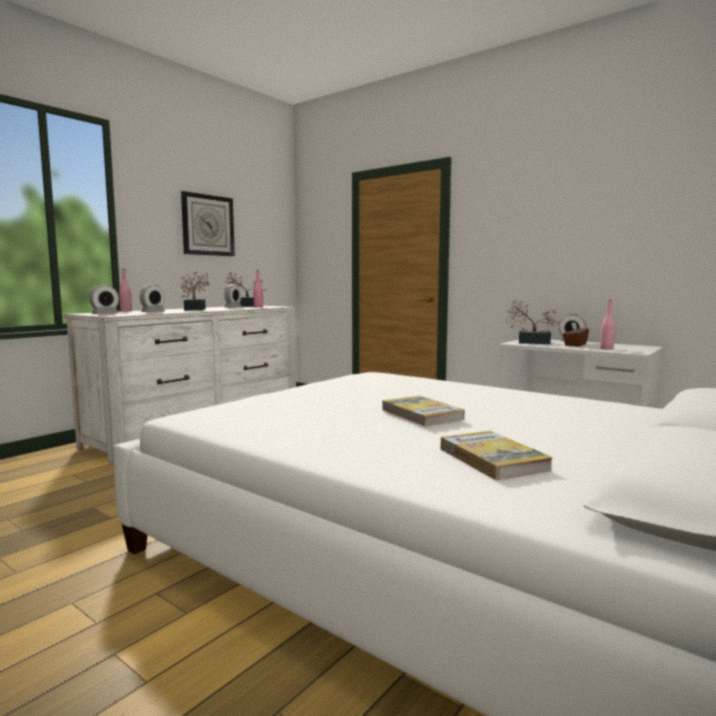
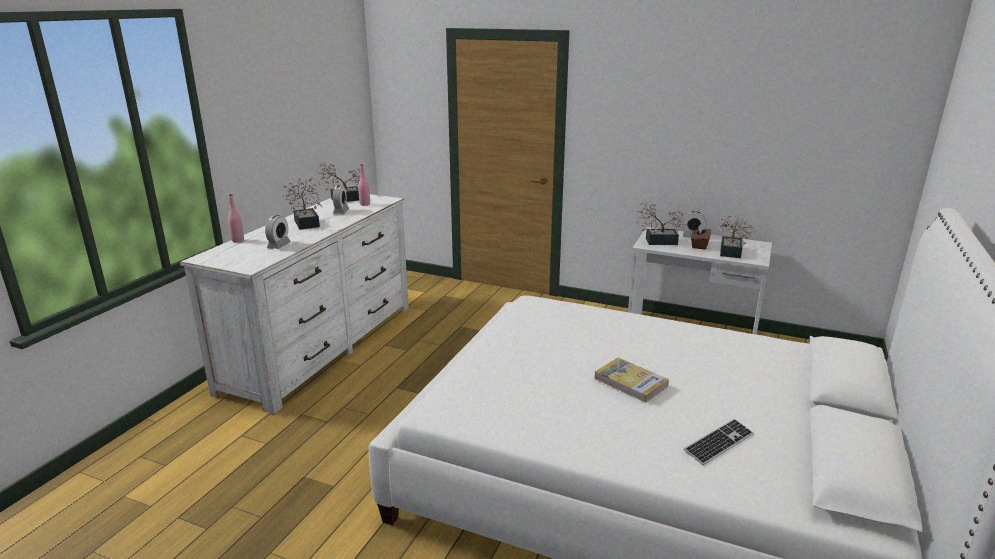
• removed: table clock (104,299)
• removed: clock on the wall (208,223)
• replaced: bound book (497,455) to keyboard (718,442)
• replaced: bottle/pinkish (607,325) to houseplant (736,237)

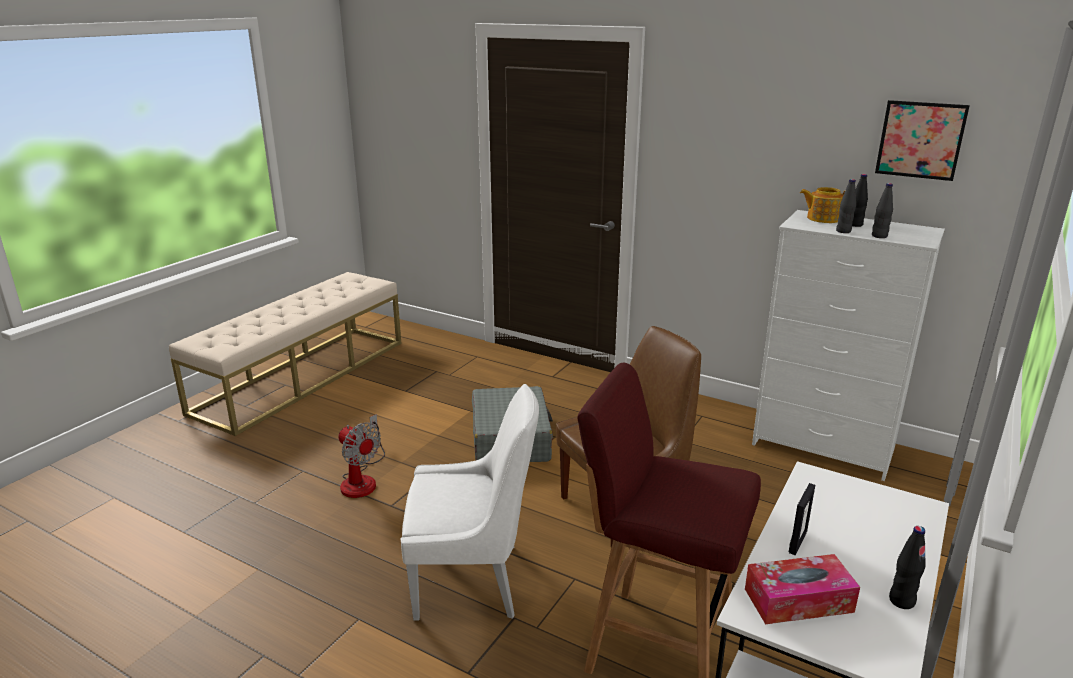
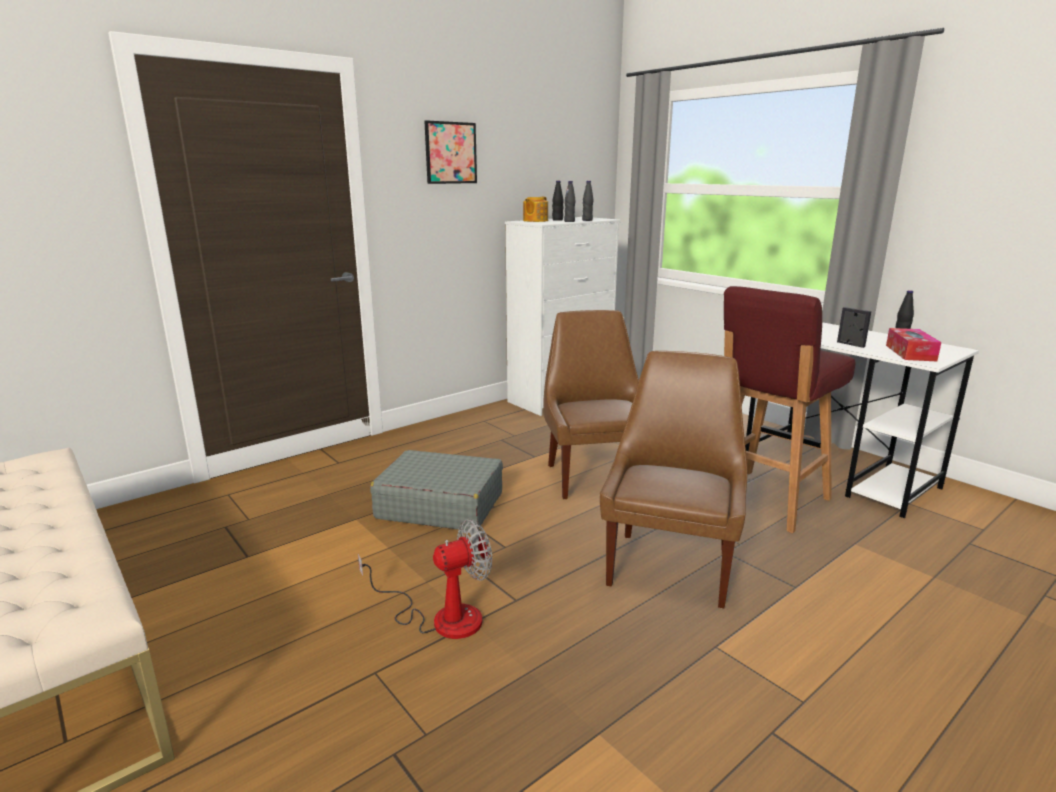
• recoloured: plain chair/white (470,502) to plain chair/brown-coloured (673,479)
• moved: wall picture (922,140) to (450,152)

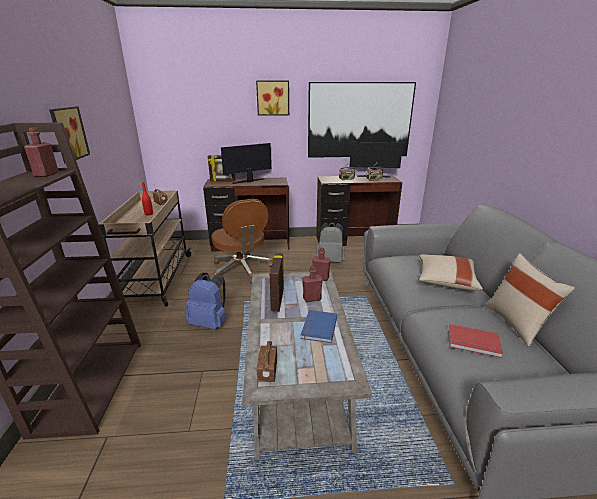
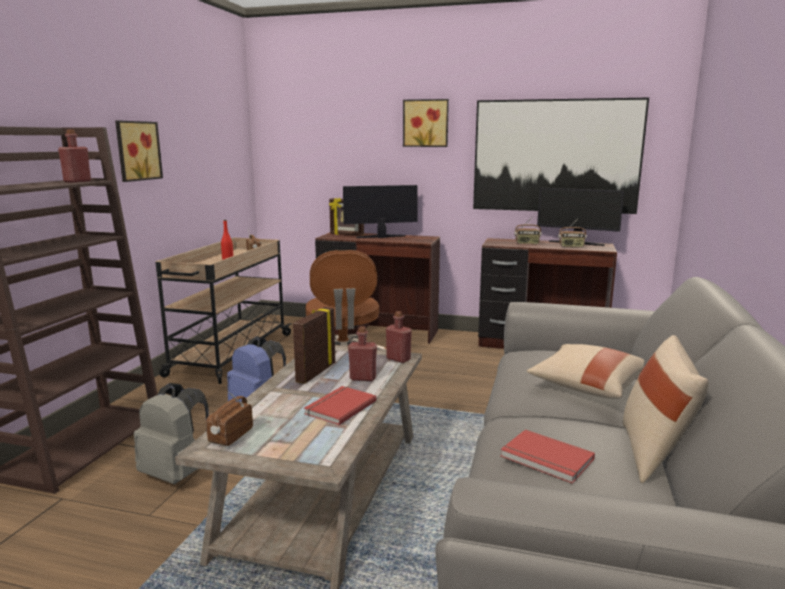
• recoloured: bound book/bluish (319,326) to bound book/red (340,405)
• moved: knapsack/gray (330,242) to (171,433)

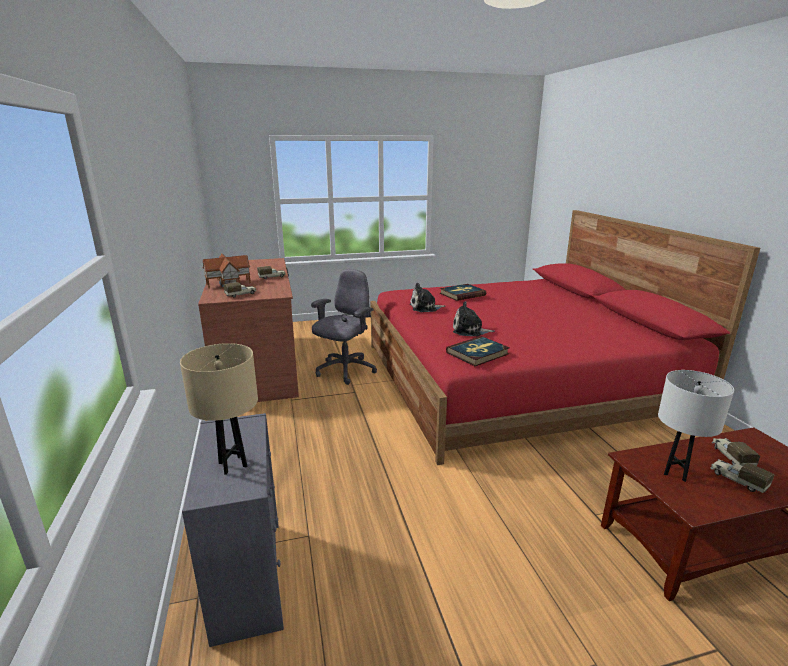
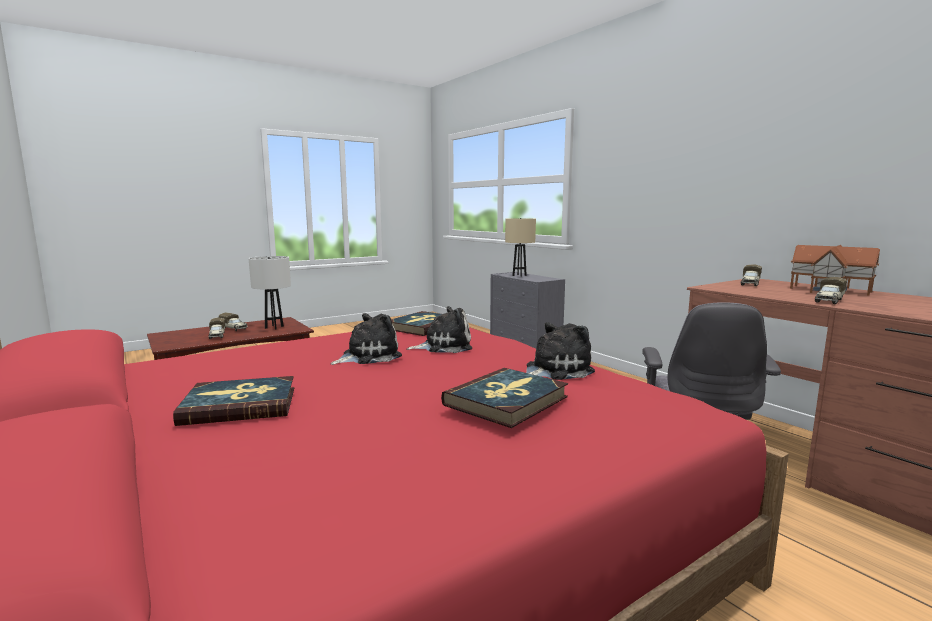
• added: bound book (233,401)
• added: cuddly toy (366,339)

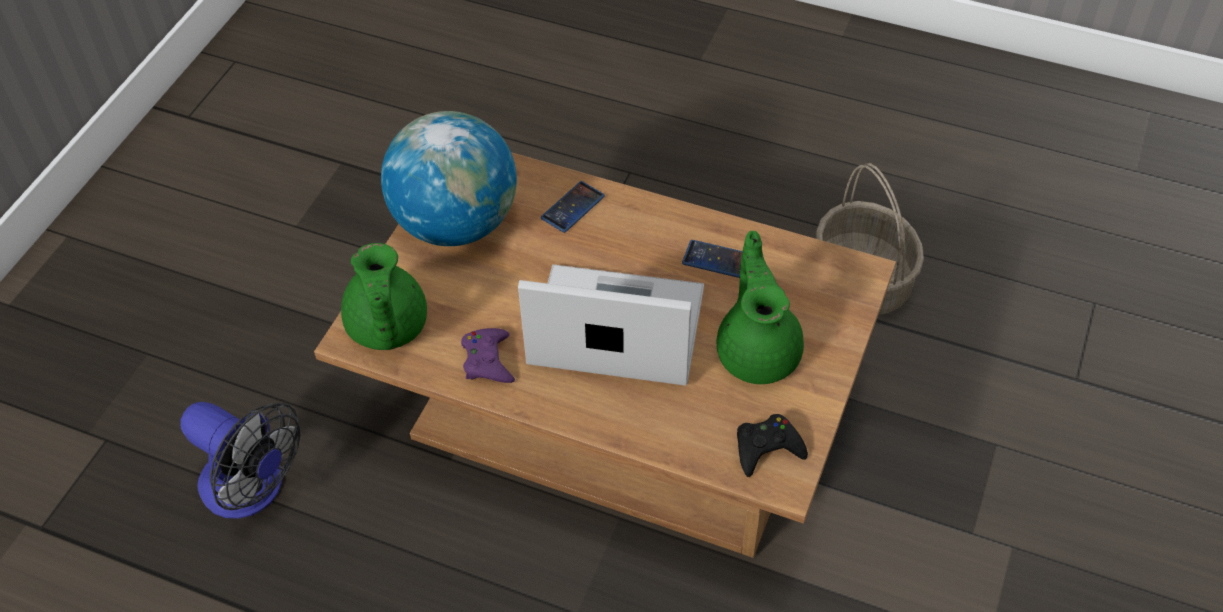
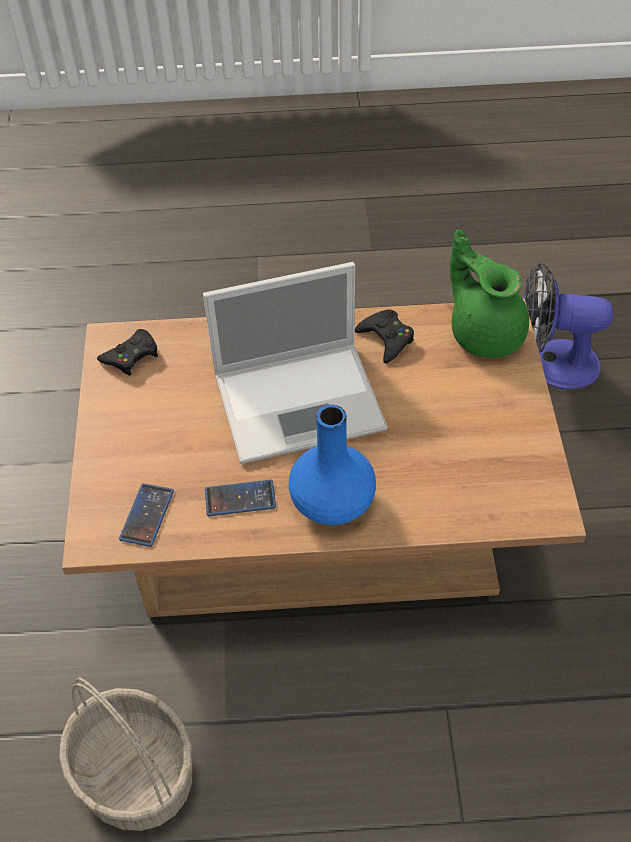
• removed: desk globe (449,178)
• recoloured: joypad/purple-coloured (488,355) to joypad/black-coloured (384,336)
• moved: handset (573,207) to (146,515)
• removed: tea pot/green-coloured (760,307)
• added: vase/bluish (332,465)

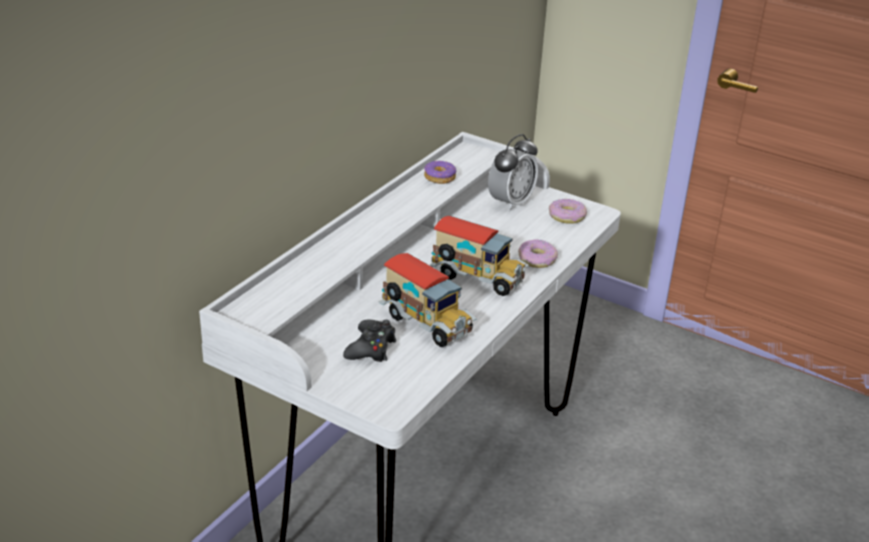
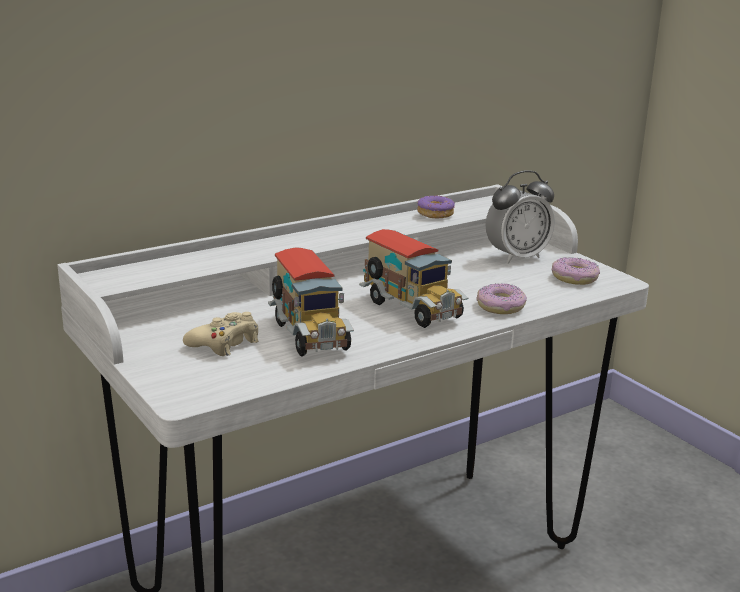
• recoloured: joypad/black-coloured (369,341) to joypad/sand-coloured (220,334)

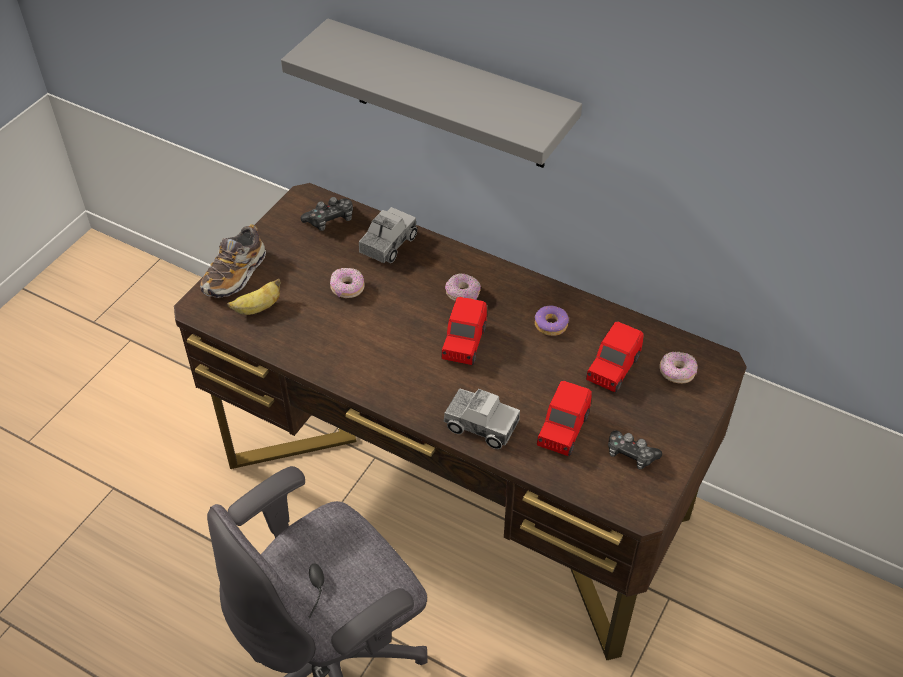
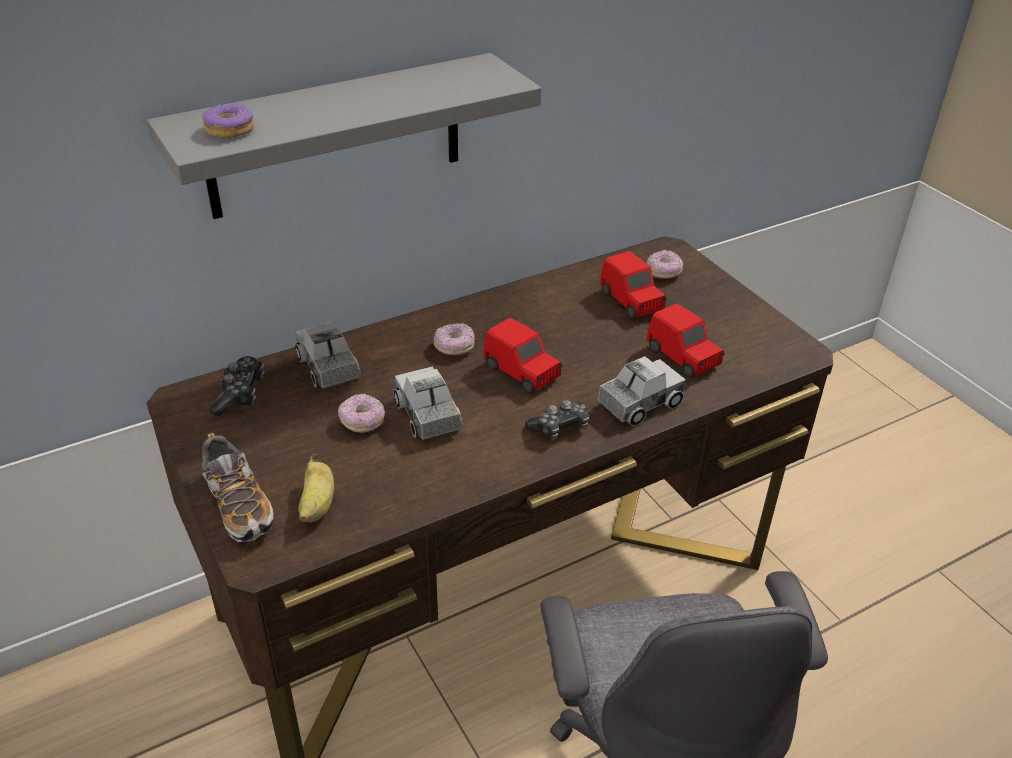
• moved: ring doughnut (552,321) to (228,121)
• moved: joypad (635,450) to (557,420)
• added: model truck (427,403)

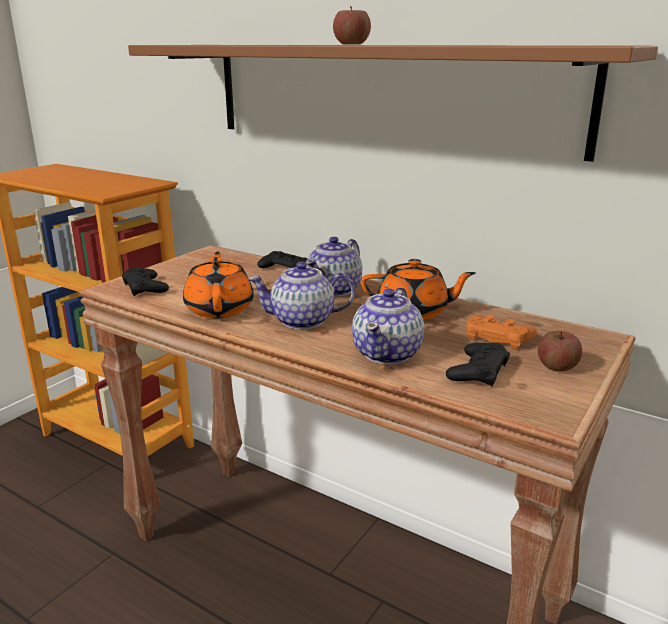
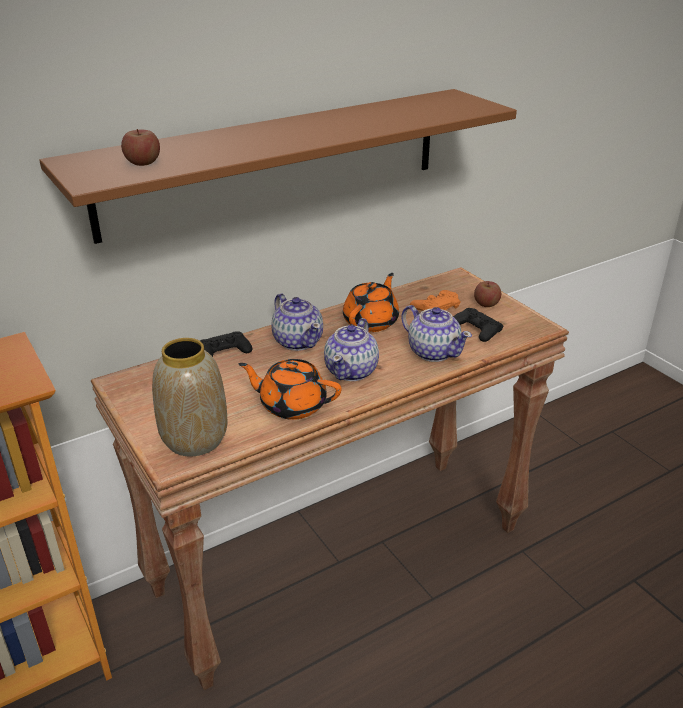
• replaced: joypad/black-coloured (145,282) to vase (189,397)
• moved: apple fruit (352,25) to (140,147)

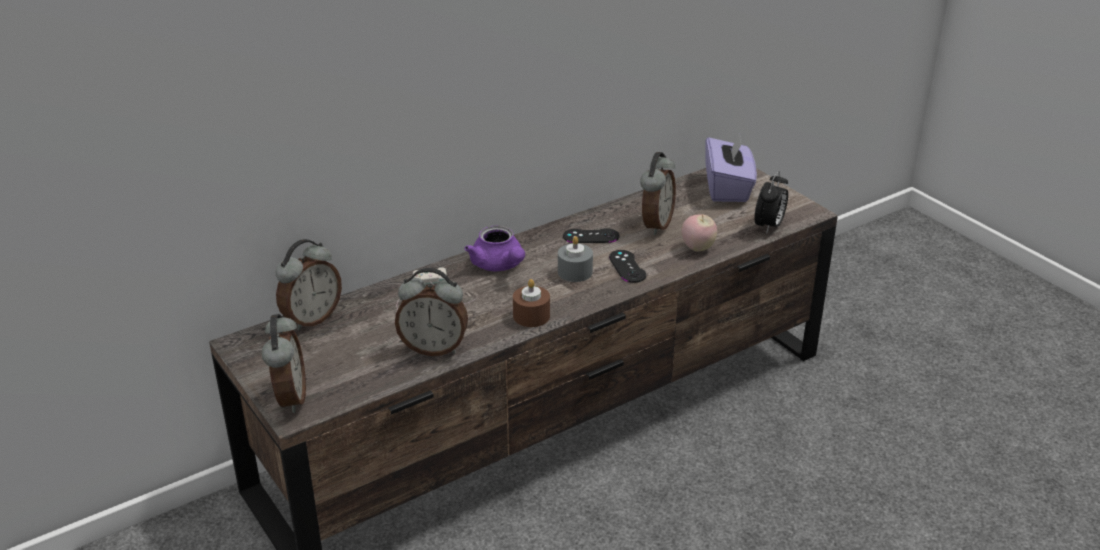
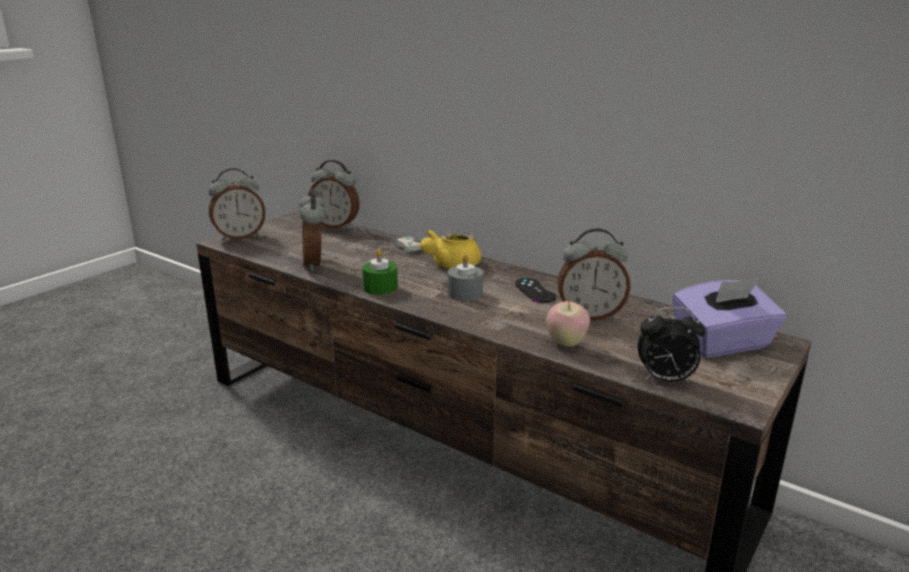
• recoloured: tea pot/purple-coloured (494,248) to tea pot/yellowish (450,249)
• recoloured: wax light/brown-coloured (531,303) to wax light/green-coloured (380,272)
• removed: joypad/black-coloured (627,266)

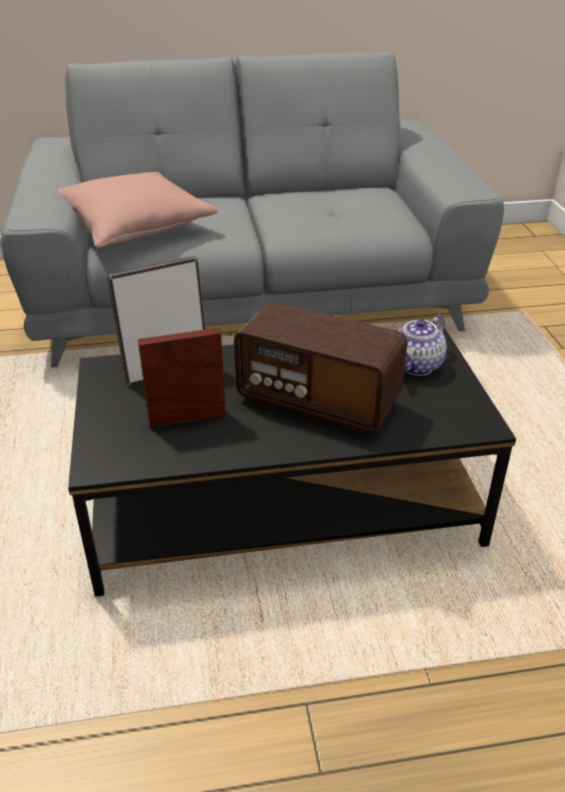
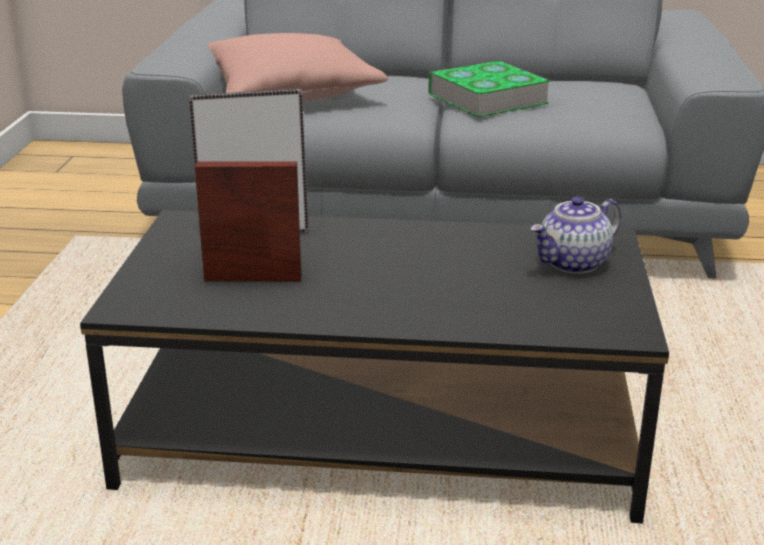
• removed: radio set (321,368)
• added: bound book (489,89)

